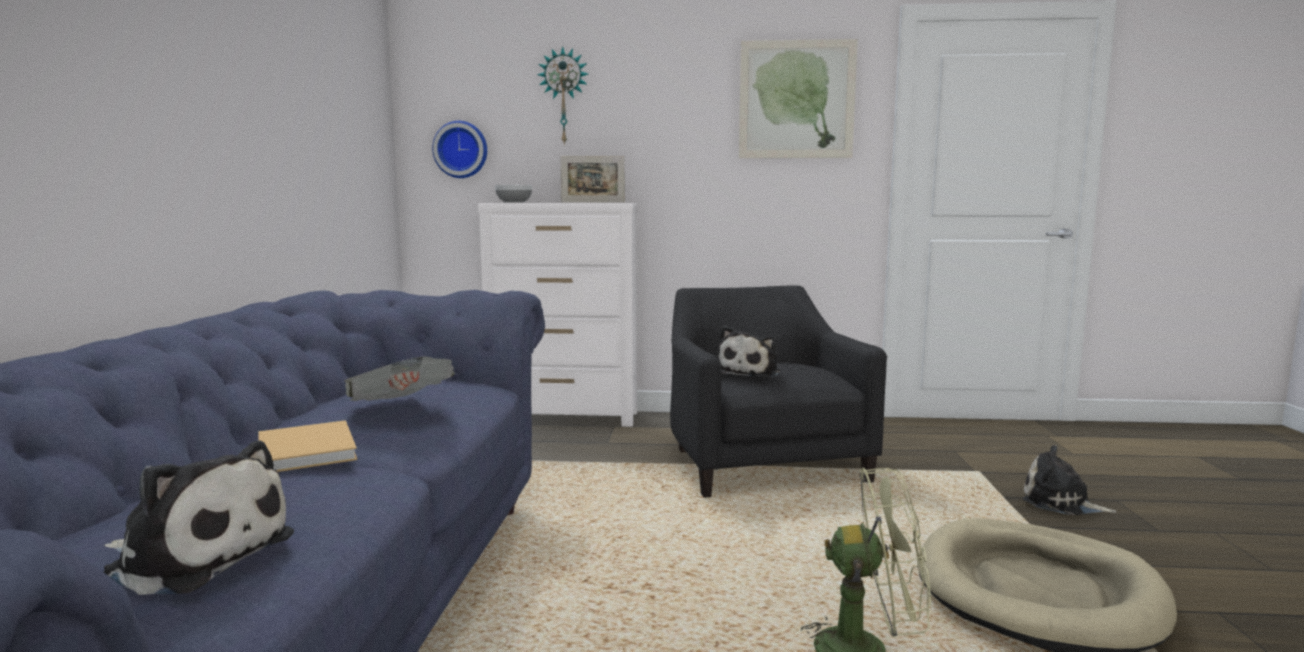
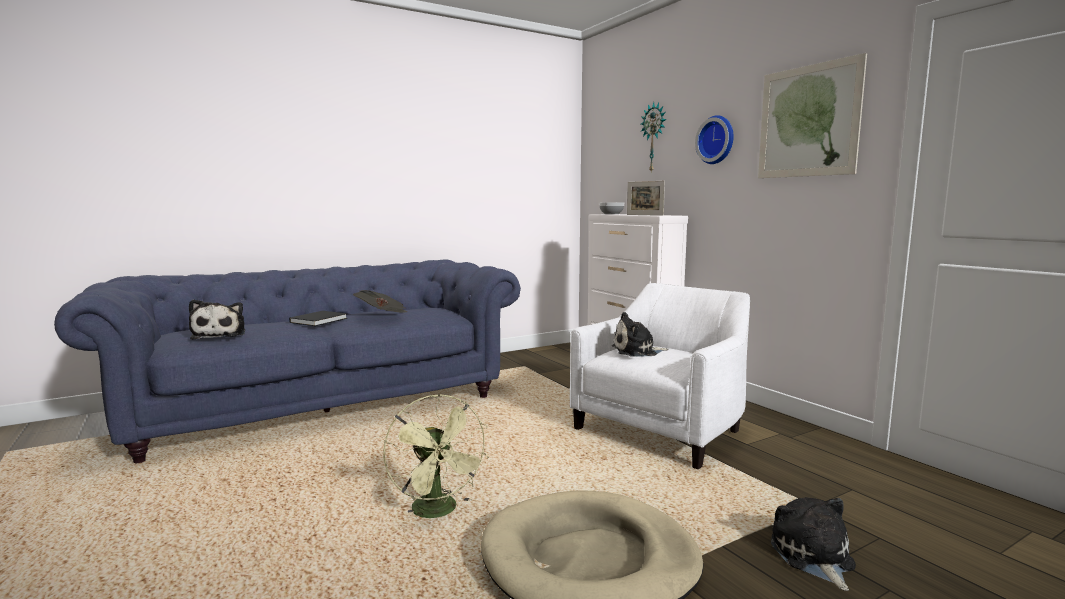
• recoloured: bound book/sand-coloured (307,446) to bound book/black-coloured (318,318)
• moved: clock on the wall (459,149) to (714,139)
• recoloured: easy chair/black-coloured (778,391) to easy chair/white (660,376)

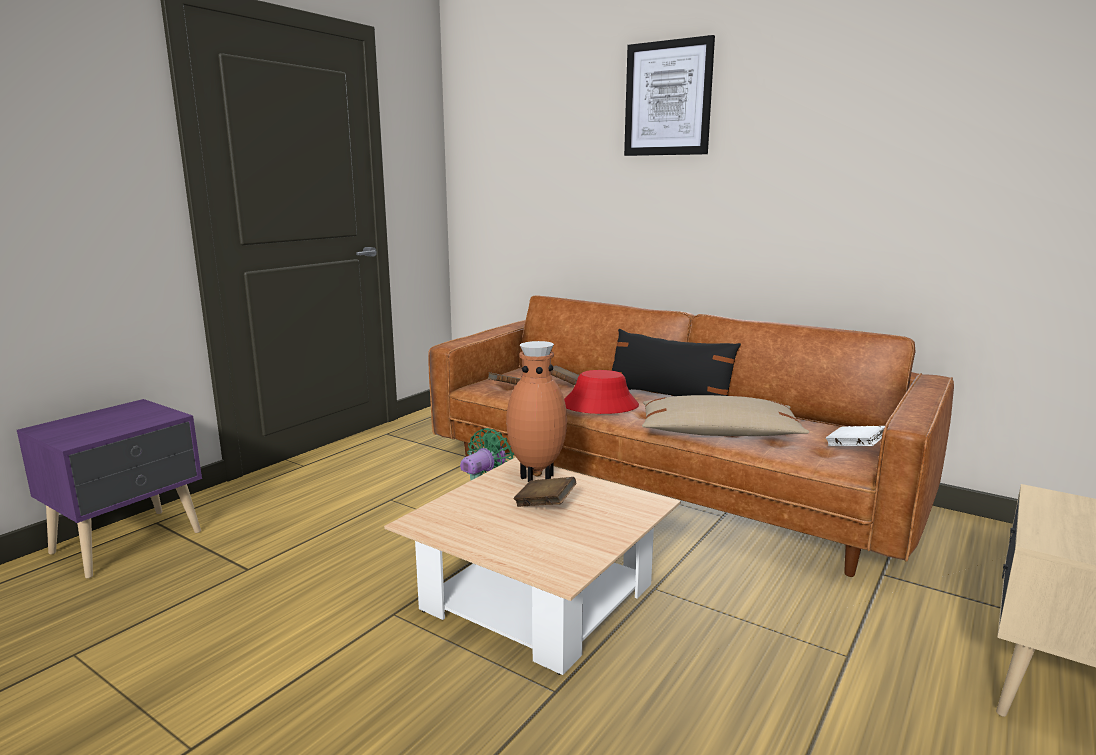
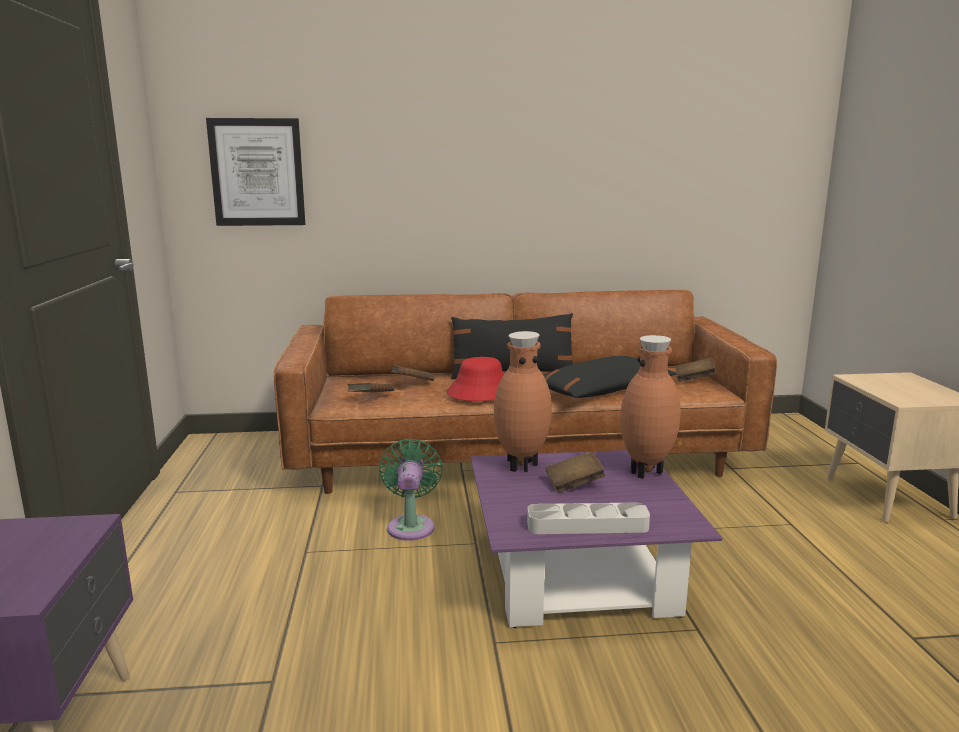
• recoloured: low table/sand-coloured (532,566) to low table/purple-coloured (596,539)
• moved: wall picture (669,95) to (255,172)
• recoloured: throw pillow/sand-coloured (725,415) to throw pillow/black-coloured (610,377)
• recoloured: bound book/white (855,436) to bound book/brown-coloured (696,370)
• added: tray/gray (588,518)
• added: vase/brown-coloured (650,407)

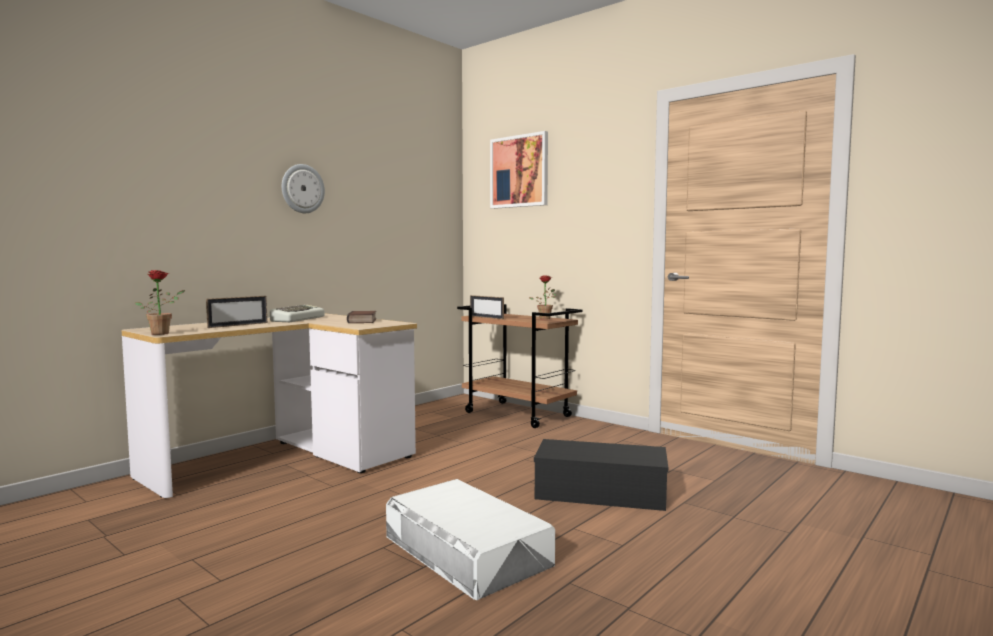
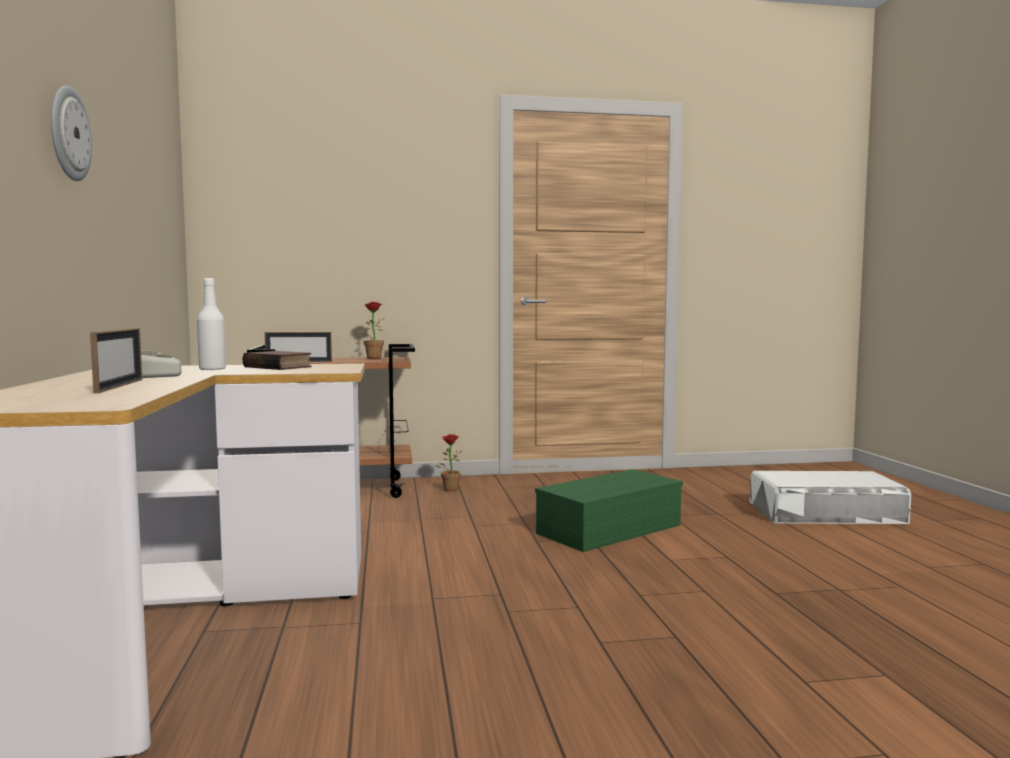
• moved: houseplant (160,302) to (449,463)
• moved: storage container/white (470,539) to (830,497)
• removed: wall picture (519,170)
• recoloured: storage container/black-coloured (601,475) to storage container/green-coloured (609,510)
• added: bottle/white (211,324)

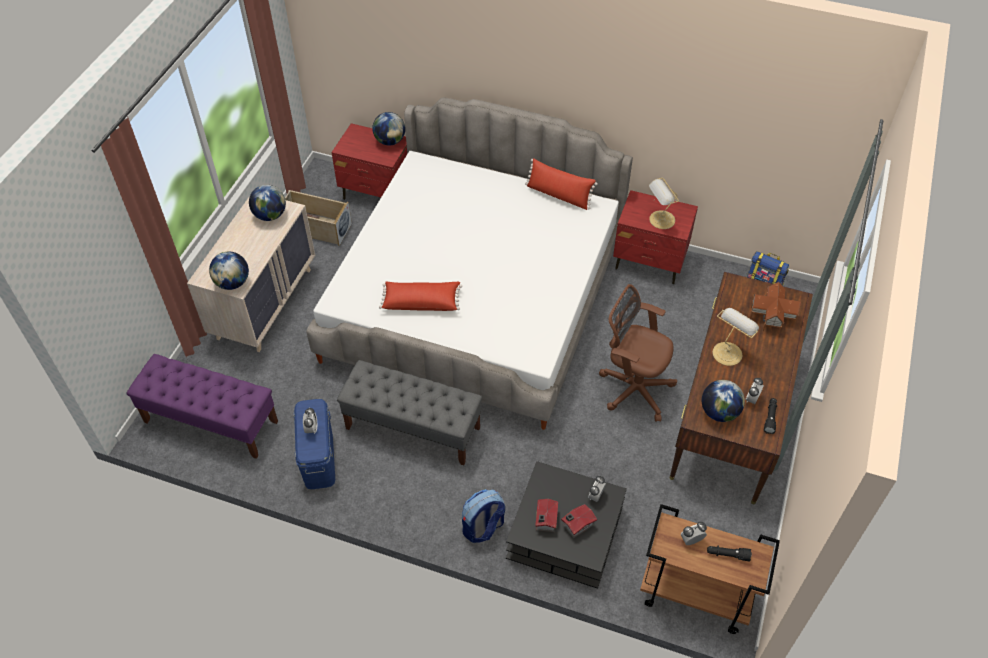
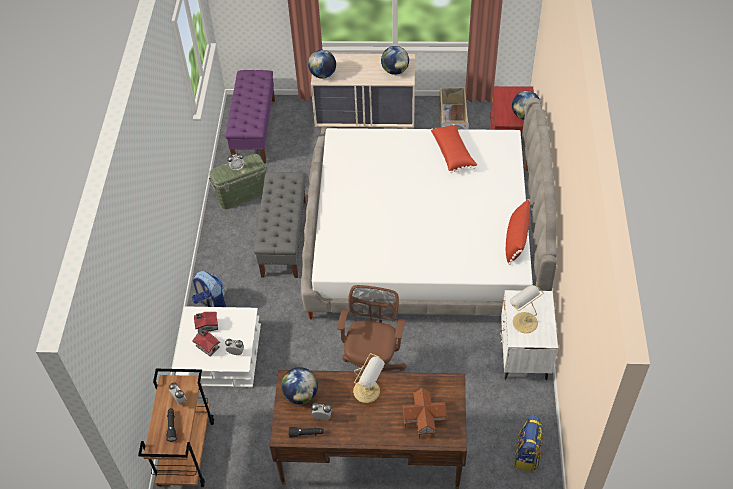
• recoloured: storage container/bluish (314,444) to storage container/green-coloured (238,182)
• moved: throw pillow/red (420,296) to (454,148)
• recoloured: low table/black-coloured (566,525) to low table/white (217,346)
• recoloured: bedside table/red (655,237) to bedside table/white (529,335)

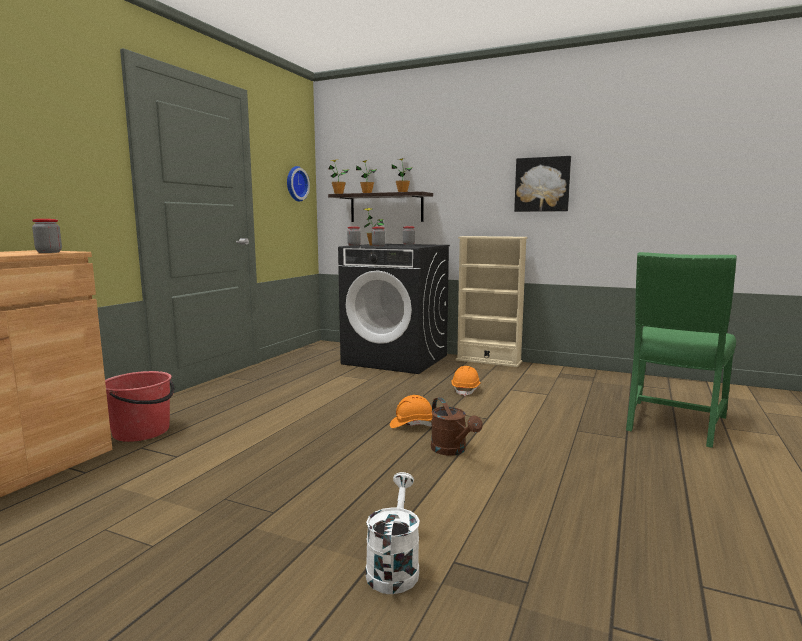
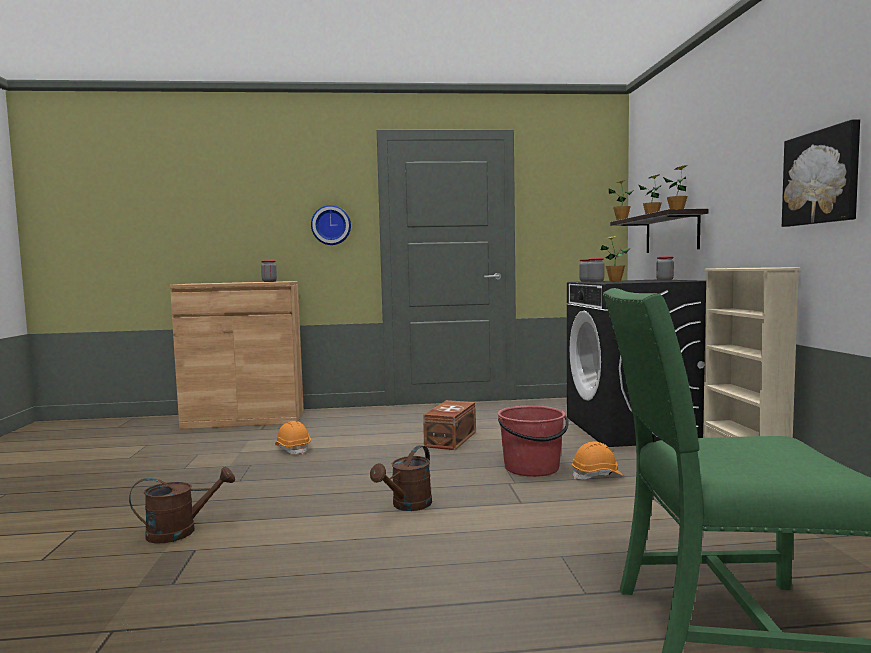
• moved: pail/red (139,406) to (533,441)
• moved: clock on the wall (298,184) to (331,225)
• recoloured: sprinkling can/white (392,533) to sprinkling can/brown-coloured (182,505)
• moved: work helmet/orange-coloured (411,411) to (293,438)
• added: storage container/brown-coloured (449,425)

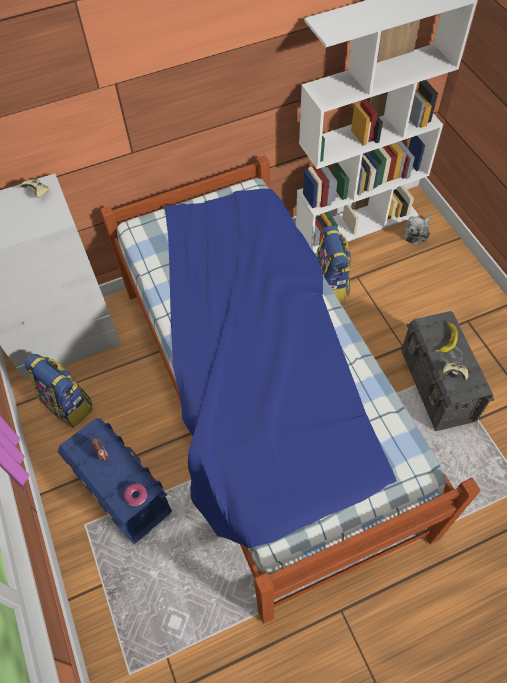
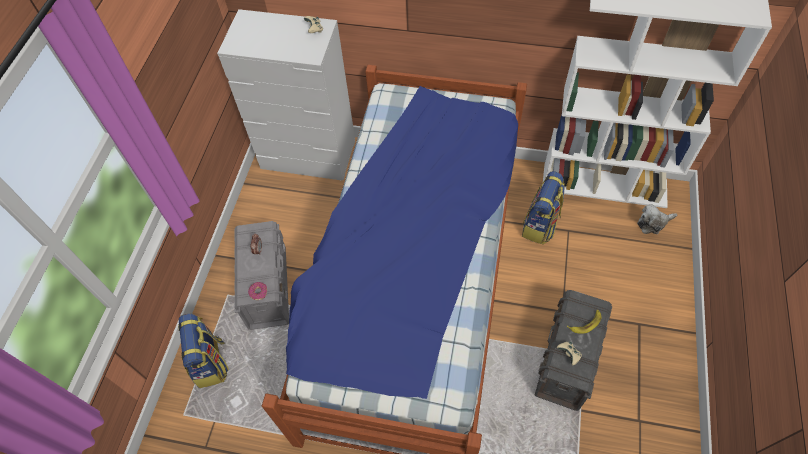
• moved: knapsack (58,391) to (203,351)
• recoloured: storage container/bluish (115,481) to storage container/gray (262,275)

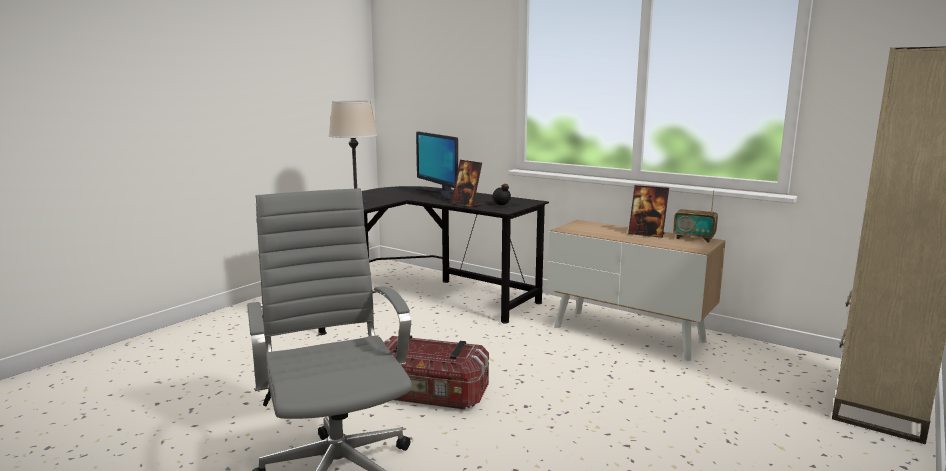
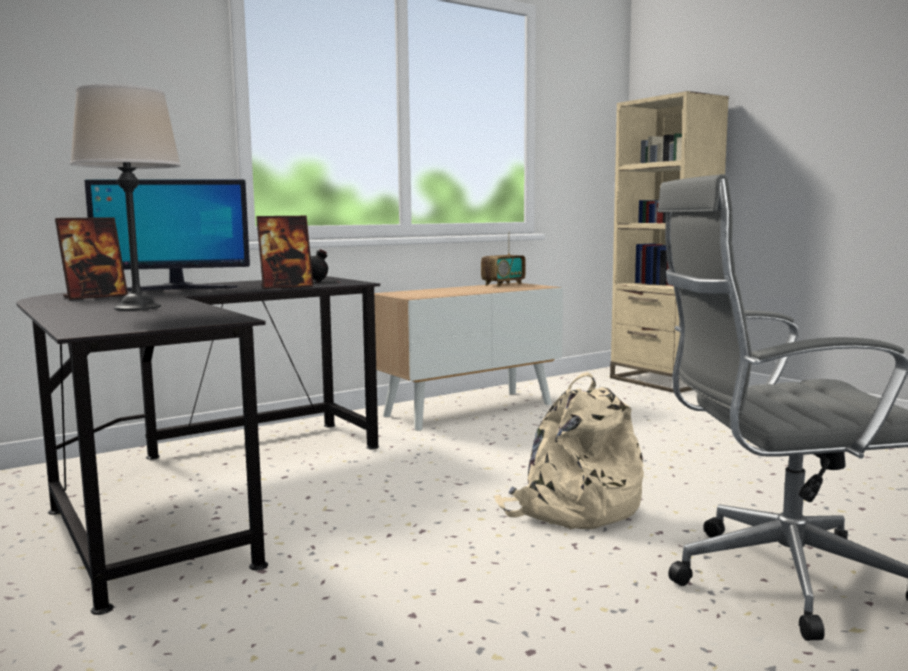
• replaced: storage container (436,372) to knapsack/sand-coloured (569,450)
• moved: standing frame (648,211) to (91,258)

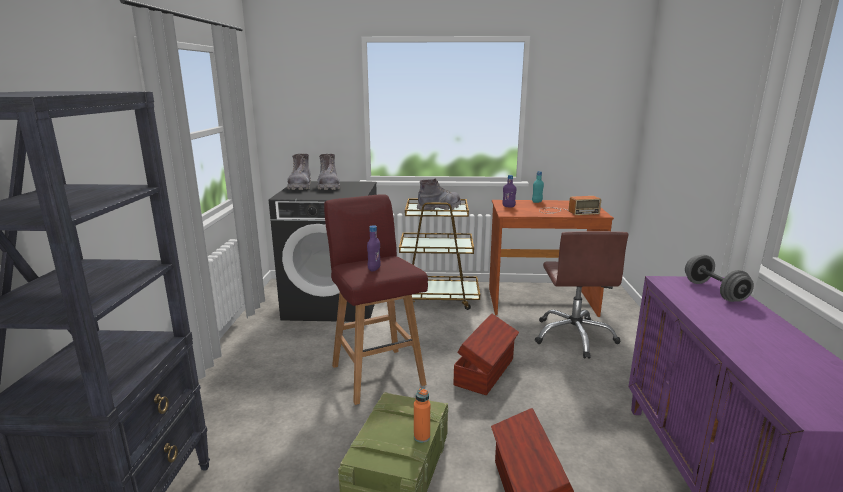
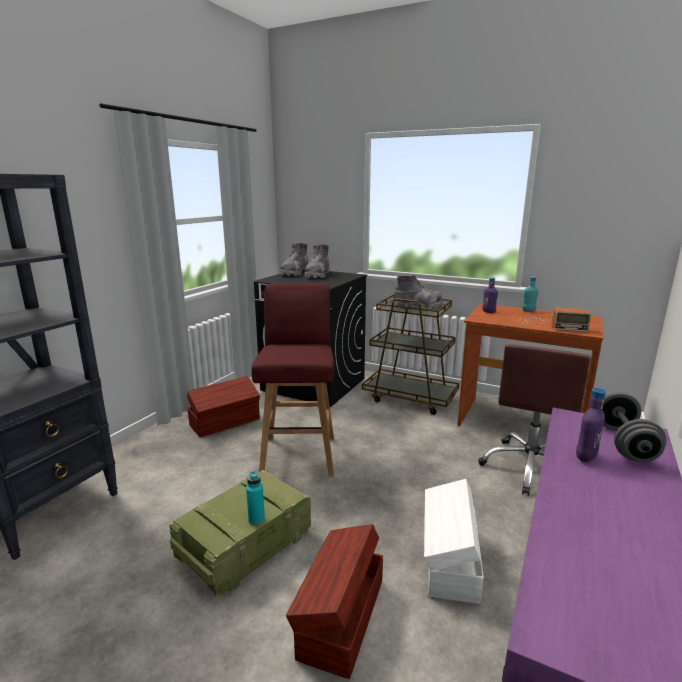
• moved: bottle/purple-coloured (374,248) to (591,425)
• recoloured: bottle/orange-coloured (422,415) to bottle/turquoise (255,498)
• moved: storage container/brown-coloured (486,354) to (223,406)
• added: storage container/white (454,541)

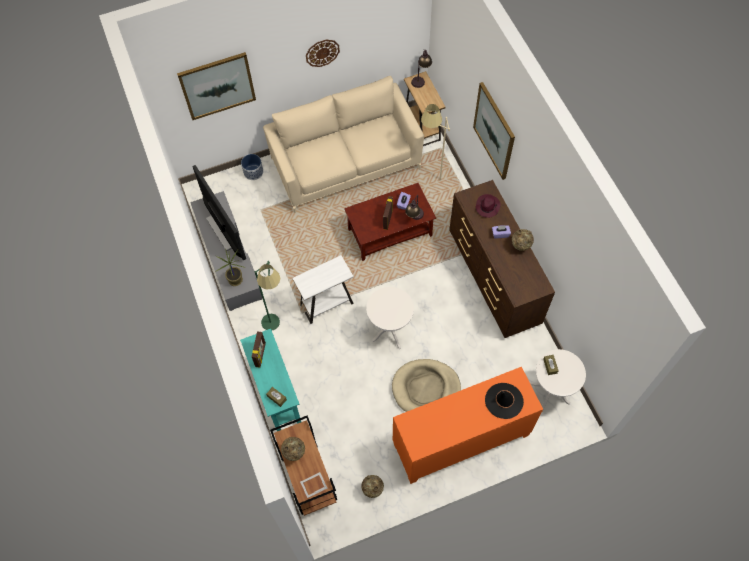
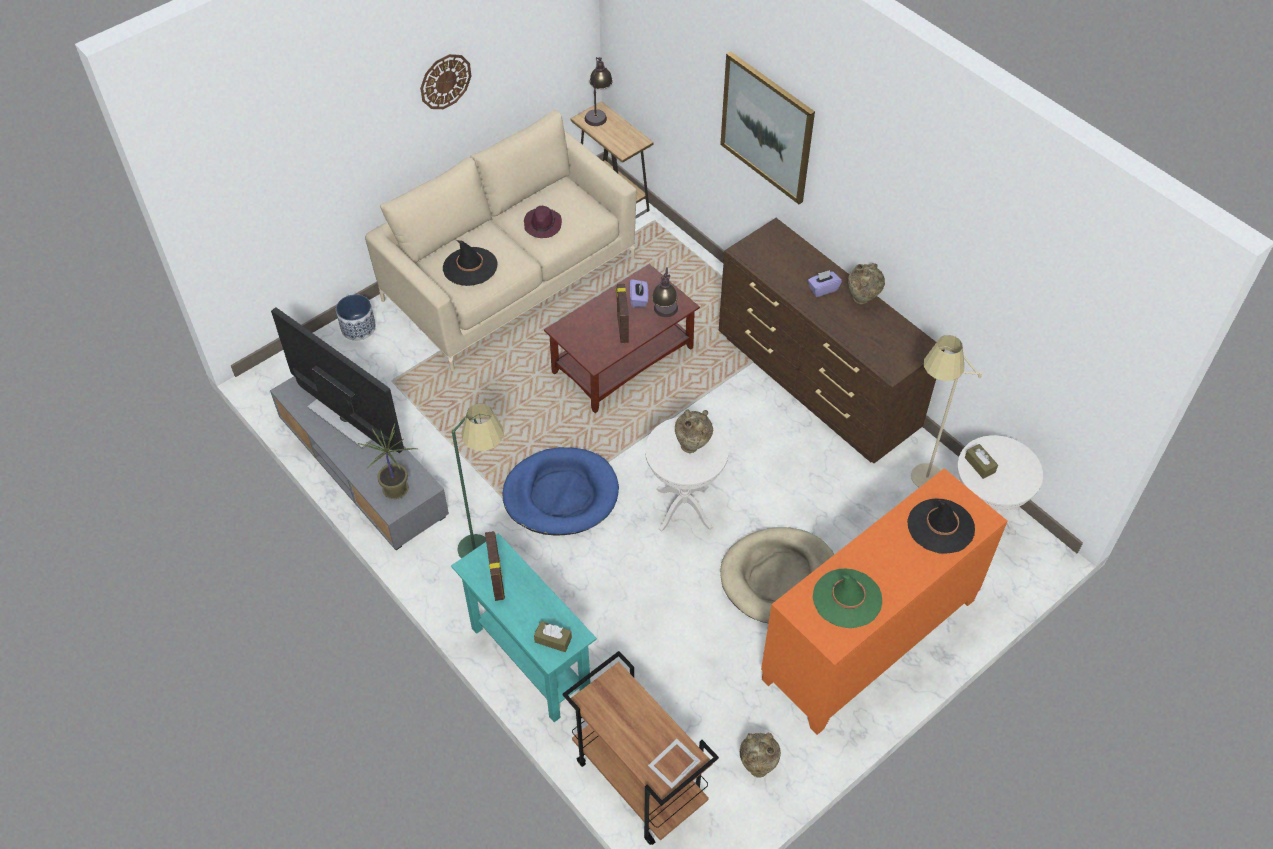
• removed: wall picture (216,86)
• moved: vase/sand-coloured (293,449) to (694,431)
• replaced: accent table/white (323,289) to dog cushion/bluish (560,491)
• moved: floor lamp/sand-coloured (435,142) to (946,411)
• moved: clothing hat/purple-coloured (488,206) to (543,222)
• added: clothing hat/black-coloured (470,263)
• added: clothing hat/green-coloured (847,598)

